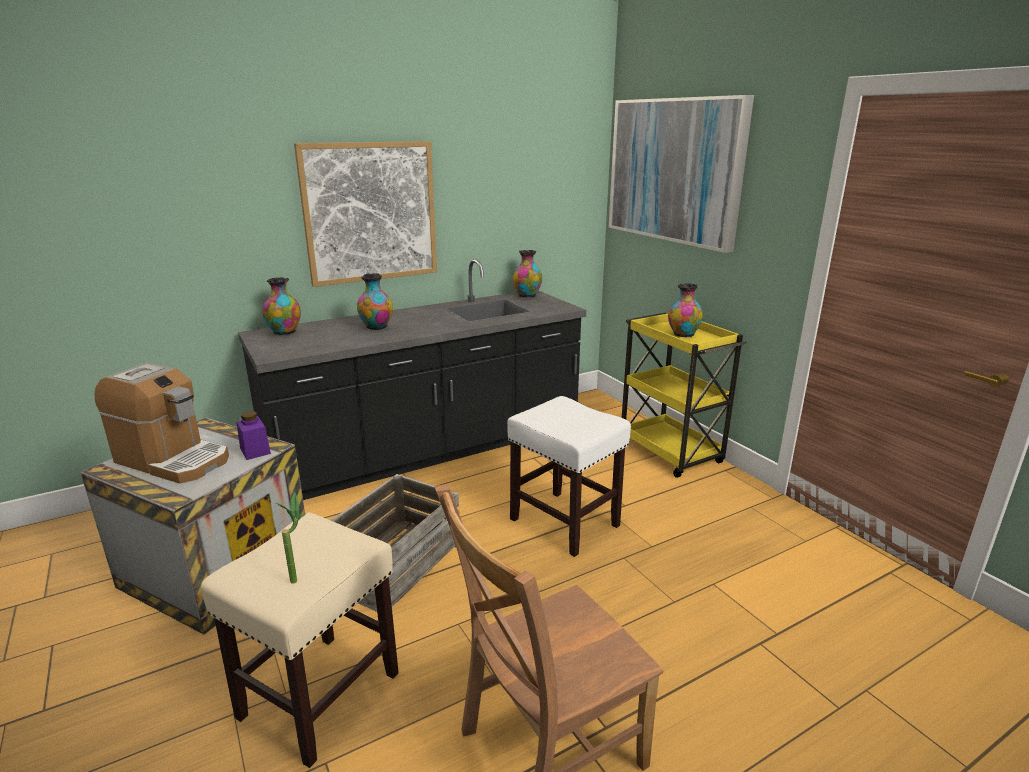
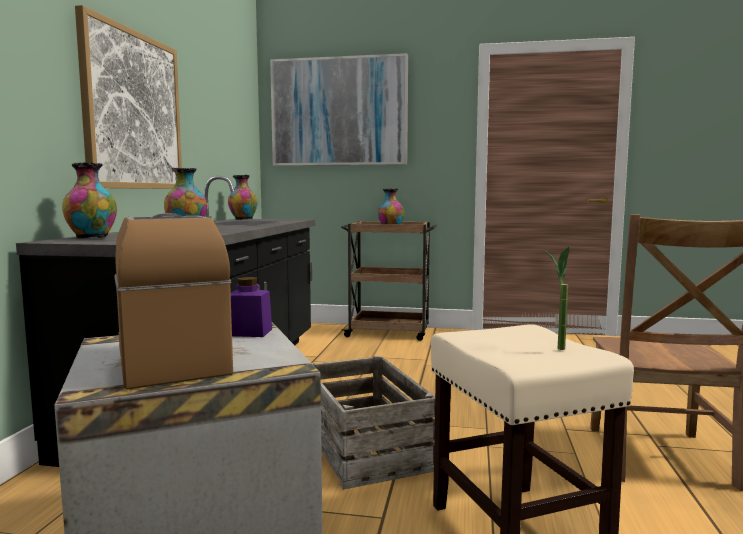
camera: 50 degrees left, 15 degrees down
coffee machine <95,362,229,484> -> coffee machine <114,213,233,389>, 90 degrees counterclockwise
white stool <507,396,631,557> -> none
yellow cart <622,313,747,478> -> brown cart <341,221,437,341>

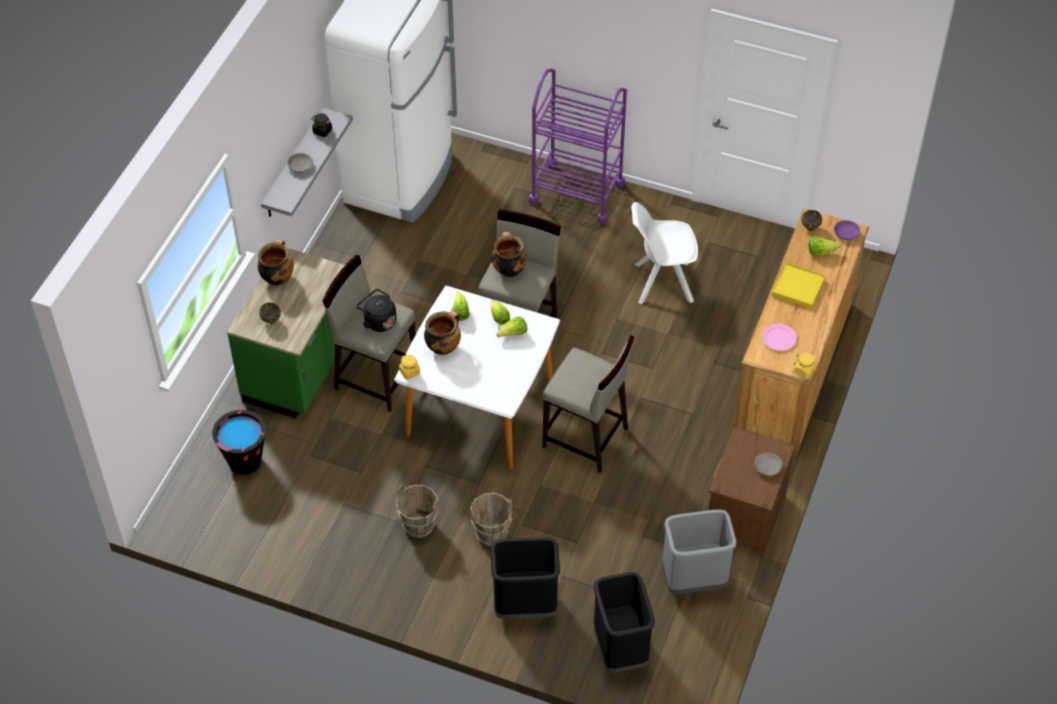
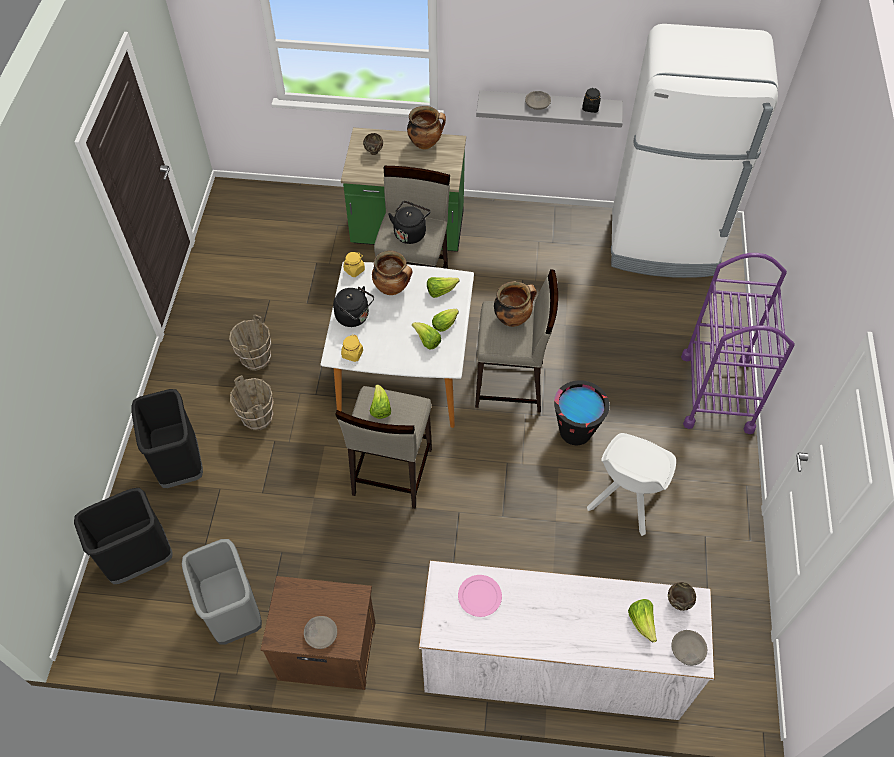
camera: 75 degrees right, 5 degrees up
black bucket <212,410,266,475> -> black bucket <554,380,610,445>, relocated
white chair <631,202,698,305> -> white chair <587,433,676,536>, 135 degrees counterclockwise
brown dresser <734,209,869,455> -> white dresser <419,560,715,720>
yellow tray <772,263,826,309> -> none
yellow jar <794,353,817,378> -> yellow jar <341,334,363,362>, relocated
purple bowl <834,220,860,240> -> grey bowl <672,630,707,666>
none -> black kettle <333,286,374,327>
none -> lettuce <370,384,391,419>

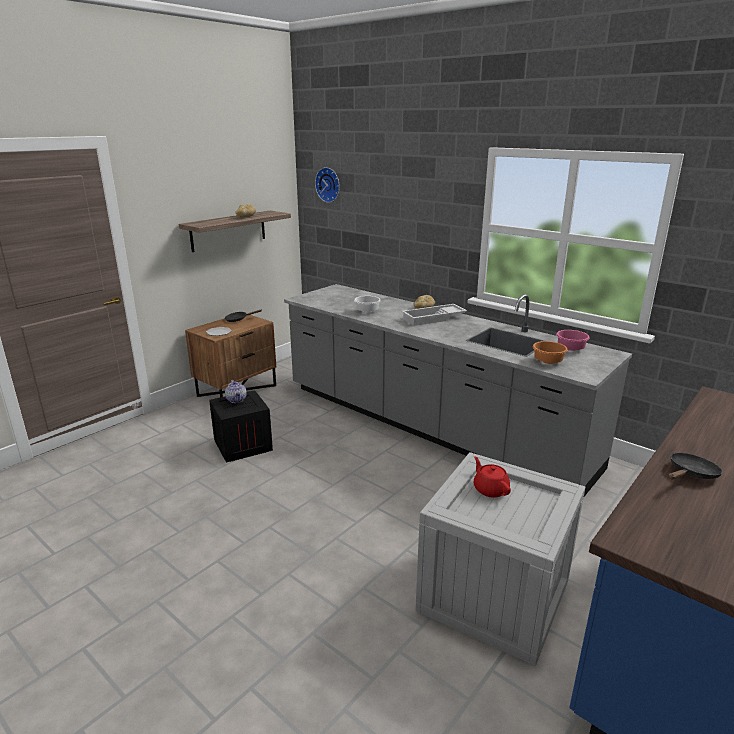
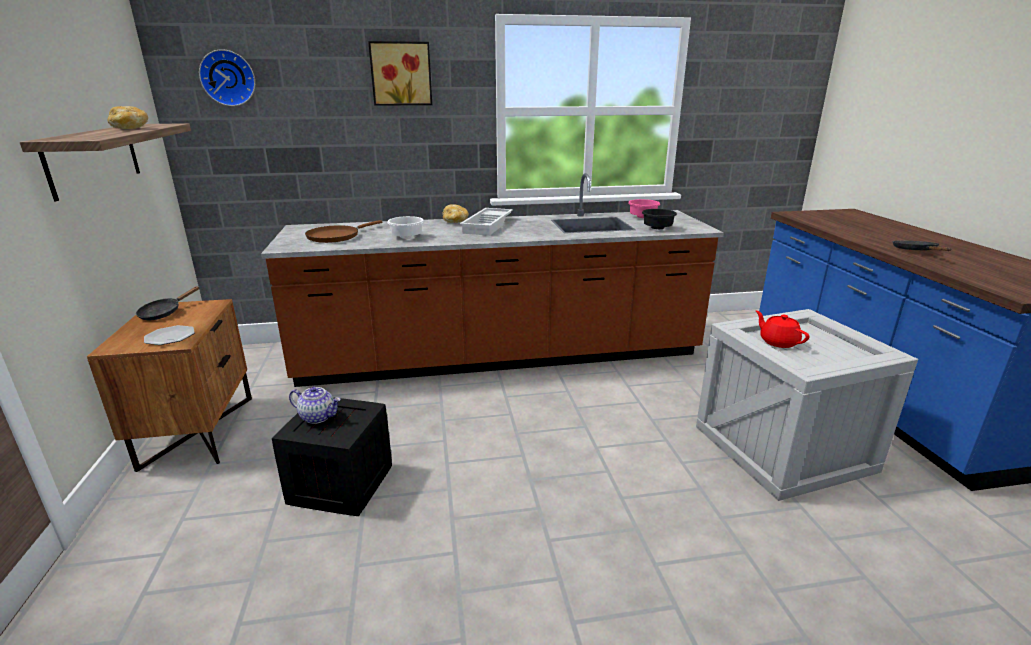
camera: 50 degrees left, 0 degrees up
grey counter <284,284,632,497> -> brown counter <261,173,724,387>
red teapot <474,457,511,498> -> red teapot <756,311,809,348>, 45 degrees clockwise
orange bowl <533,341,568,364> -> black bowl <642,209,677,229>
none -> brown frying pan <305,220,382,243>
none -> picture <368,41,432,106>

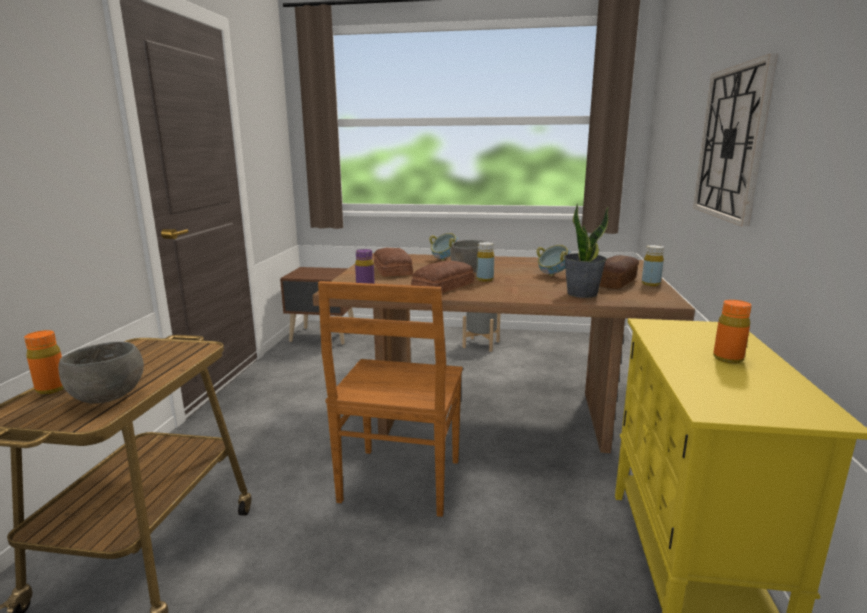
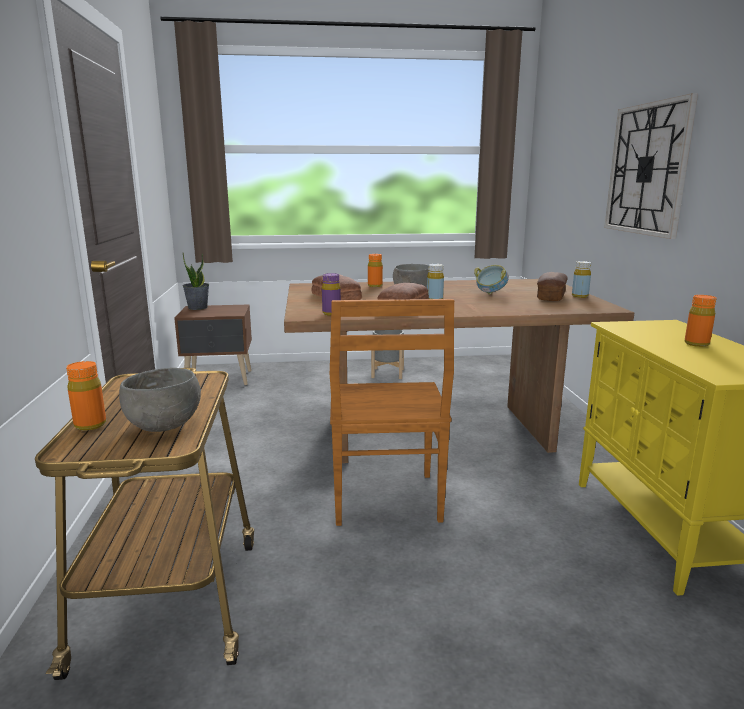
camera: 15 degrees left, 0 degrees up
bowl <429,233,459,261> -> orange bottle <368,254,383,287>
potted plant <564,204,609,298> -> potted plant <182,253,209,310>, relocated

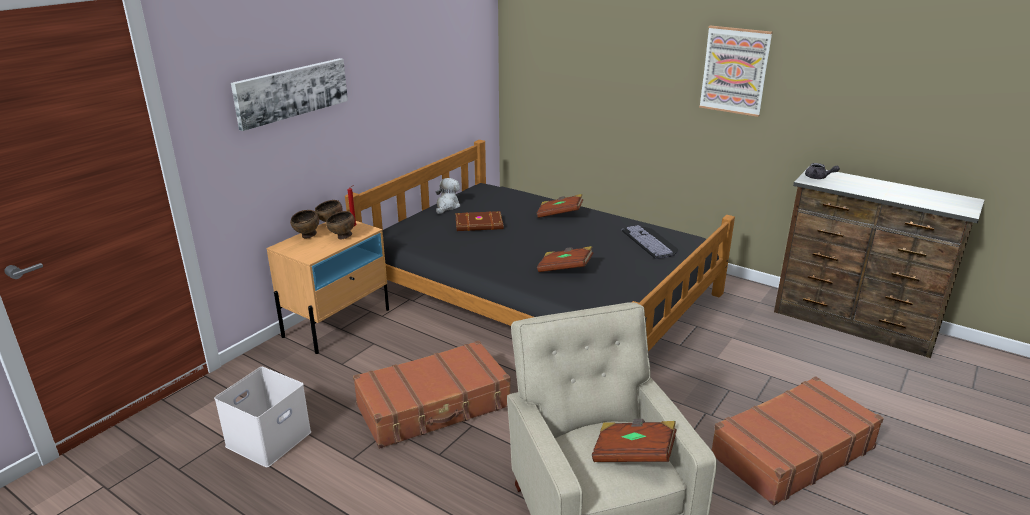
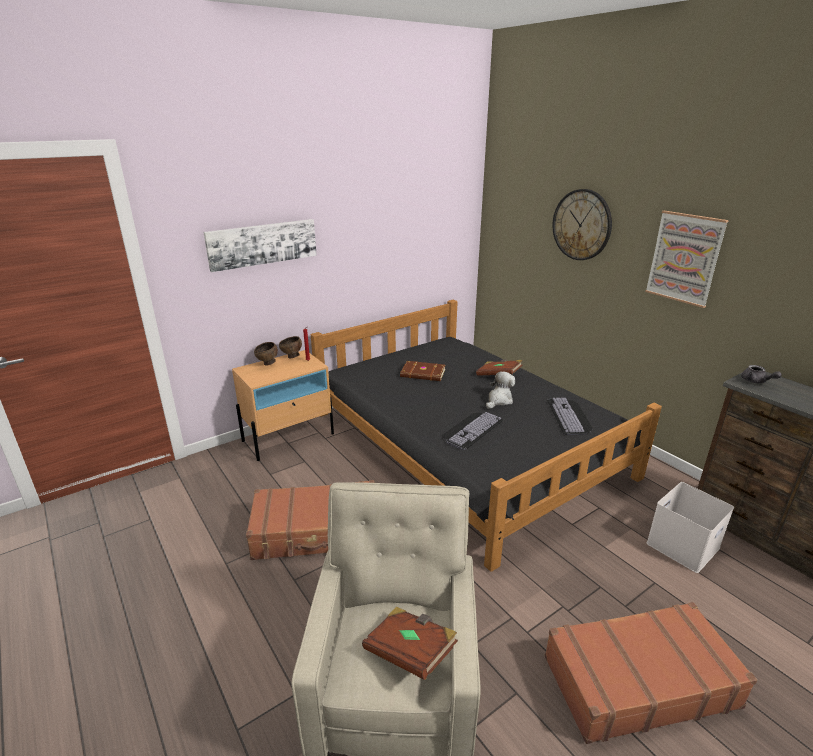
camera: 20 degrees right, 0 degrees up
white storage box <214,367,311,467> -> white storage box <646,482,734,573>, relocated
brown bowl <326,211,355,240> -> none
plush toy <436,178,460,214> -> plush toy <486,372,515,409>, relocated
brown book <537,246,594,272> -> keyboard <444,412,503,450>
none -> wall clock <552,189,612,260>

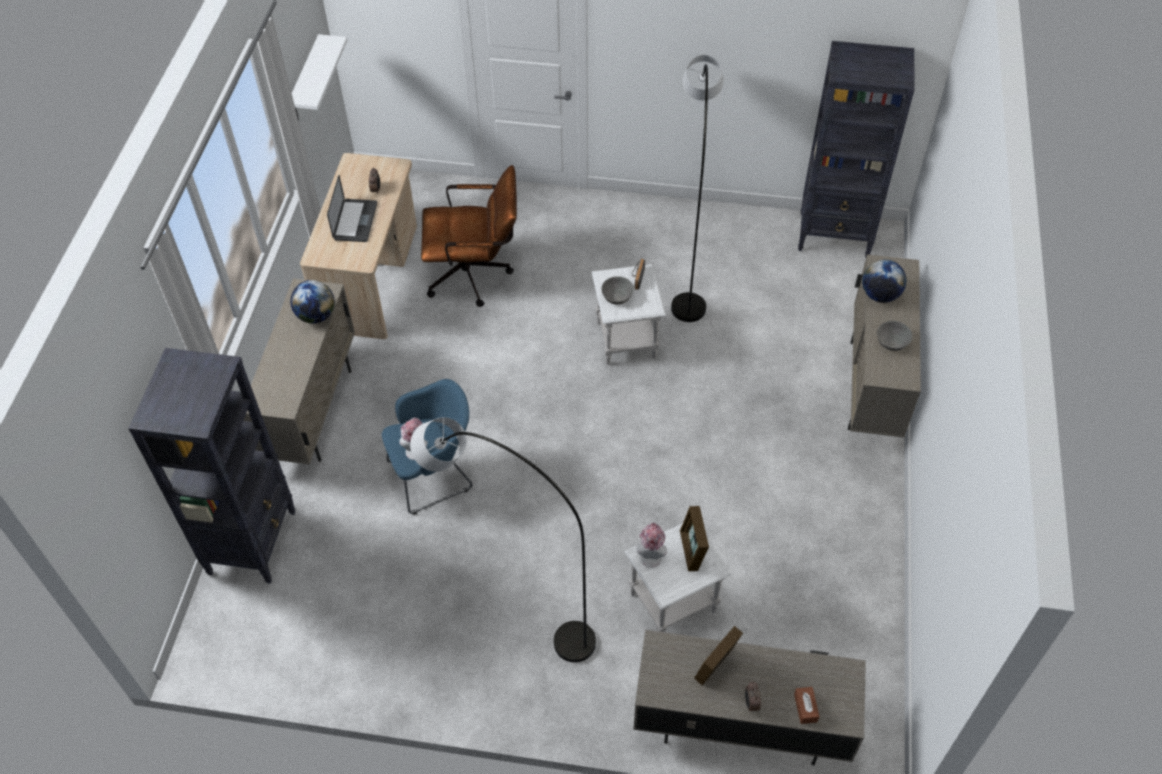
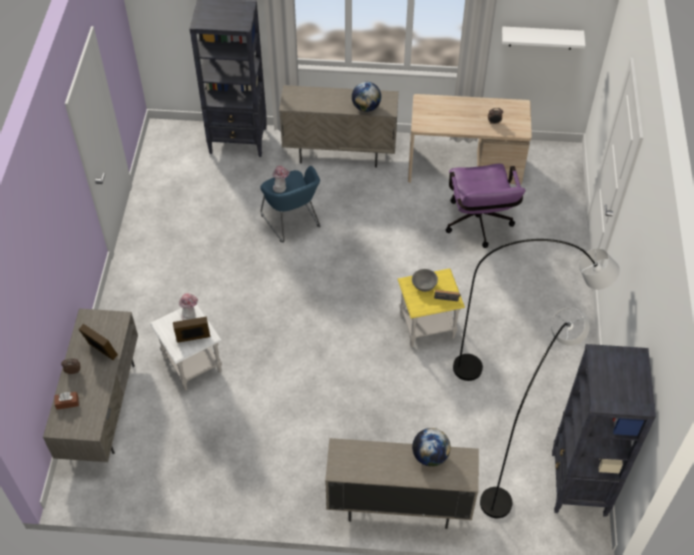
camera: 85 degrees right, 0 degrees up
laptop <327,175,377,242> -> none
grey floor lamp <410,417,596,662> -> grey floor lamp <480,308,590,518>, relocated
brown office chair <421,165,517,307> -> purple office chair <445,164,526,248>
white side table <592,264,666,365> -> yellow side table <398,268,465,347>
grey bowl <877,321,912,351> -> none

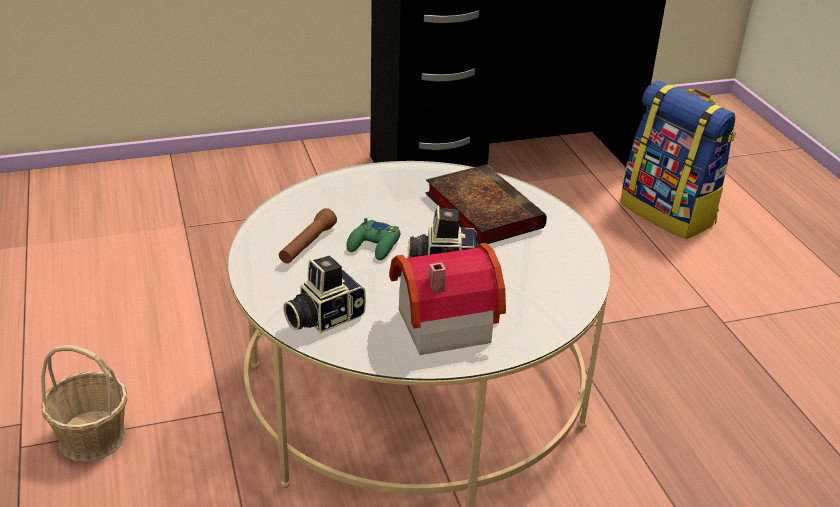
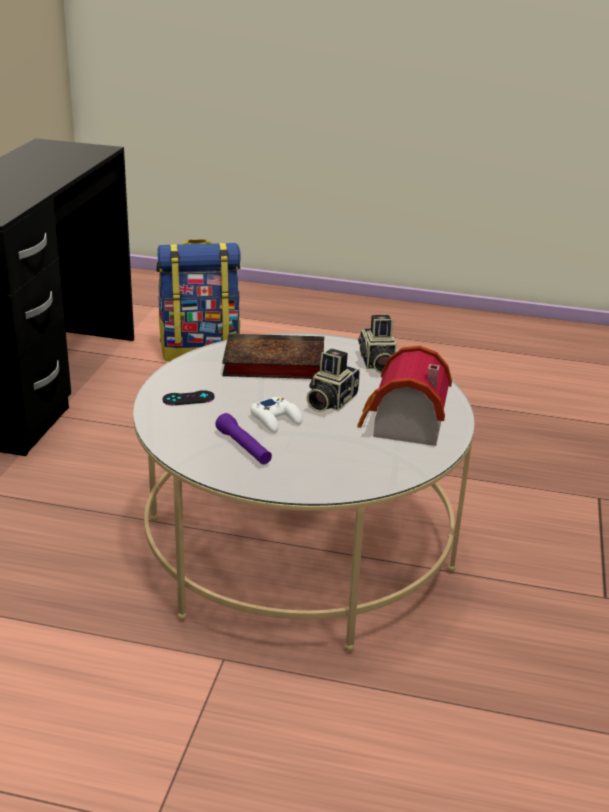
camera: 60 degrees left, 5 degrees down
basket <41,345,128,462> -> none
brown flashlight <279,208,337,264> -> purple flashlight <215,413,272,465>
photo camera <283,256,366,333> -> photo camera <358,315,397,373>, relocated
green game controller <346,218,400,260> -> white game controller <250,397,303,432>
none -> black game controller <163,390,214,405>

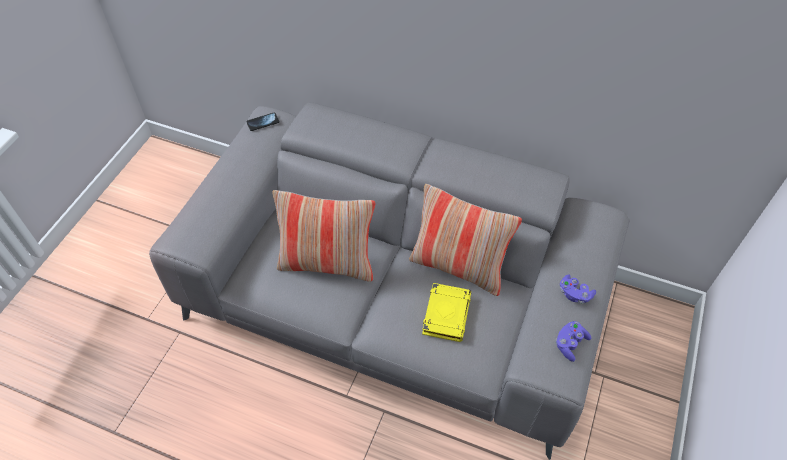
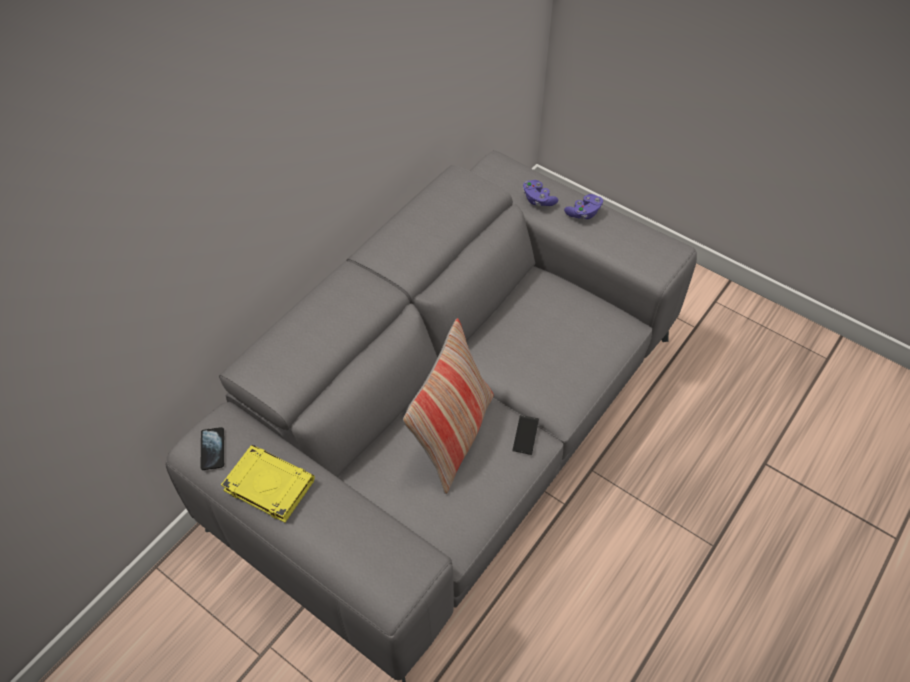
camera: 75 degrees left, 0 degrees up
pillow <409,184,522,296> -> none
yellow book <422,283,471,342> -> yellow book <221,445,315,523>, relocated
purple game controller <556,321,591,362> -> purple game controller <523,180,558,206>, relocated
none -> phone <512,415,539,455>

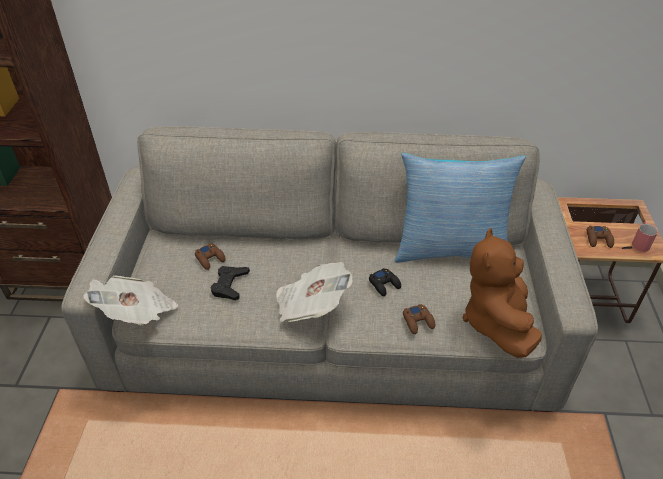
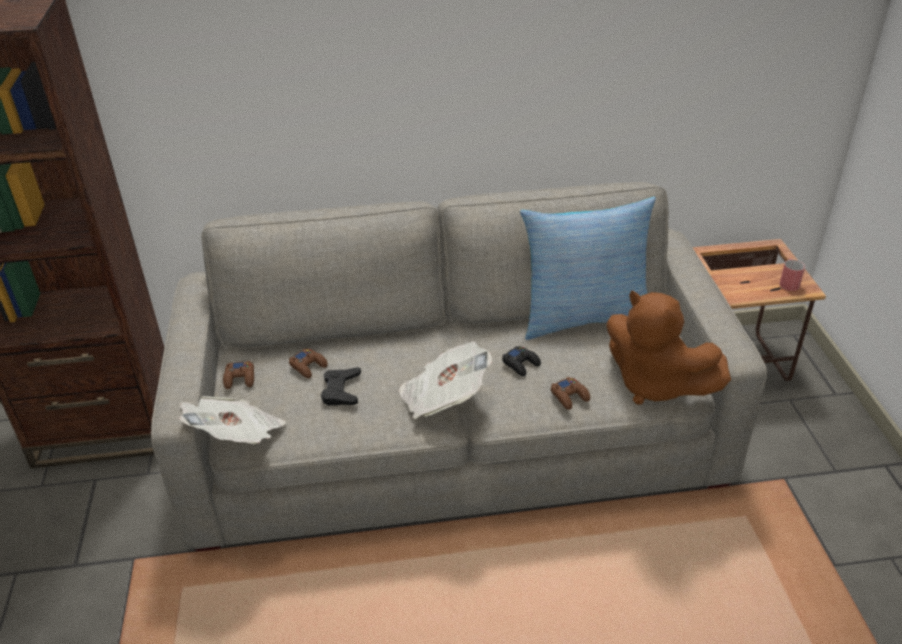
camera: 10 degrees left, 5 degrees down
brown plush toy <463,228,542,358> -> brown plush toy <606,291,731,404>, 45 degrees counterclockwise
brown game controller <587,226,614,248> -> brown game controller <223,361,254,389>, relocated

